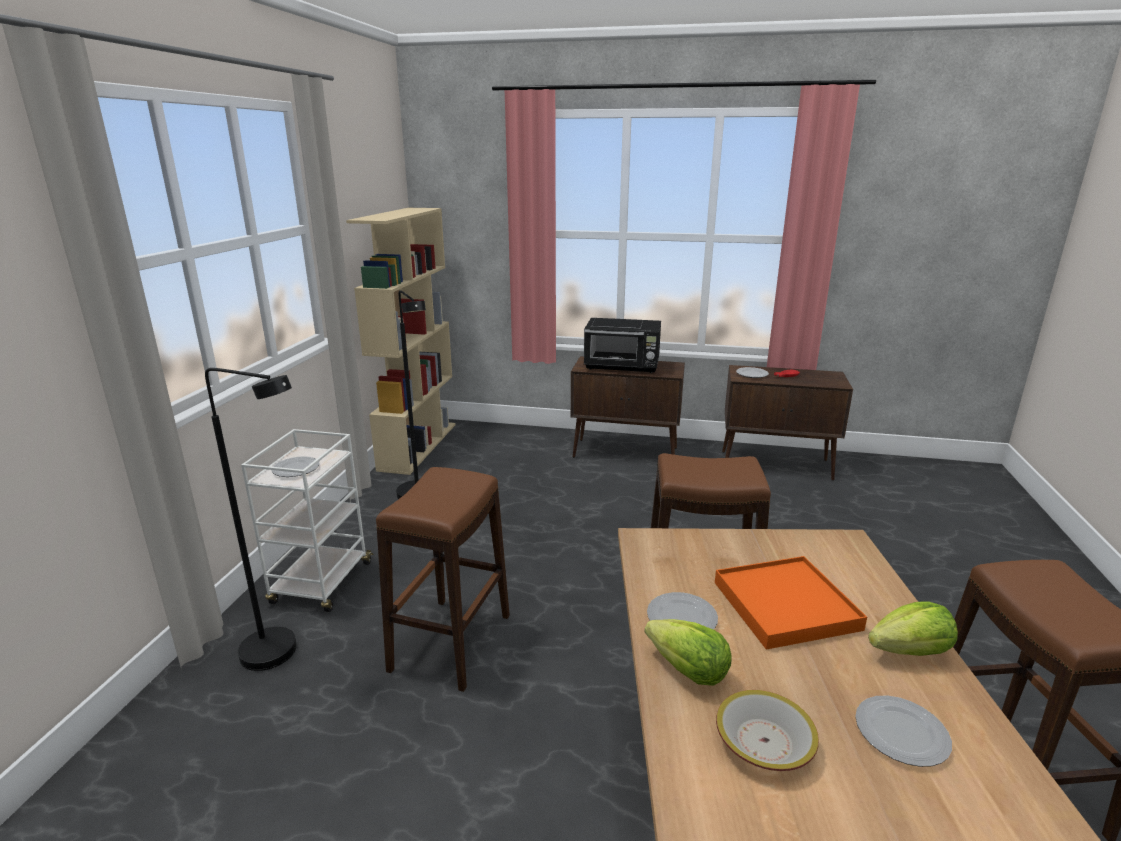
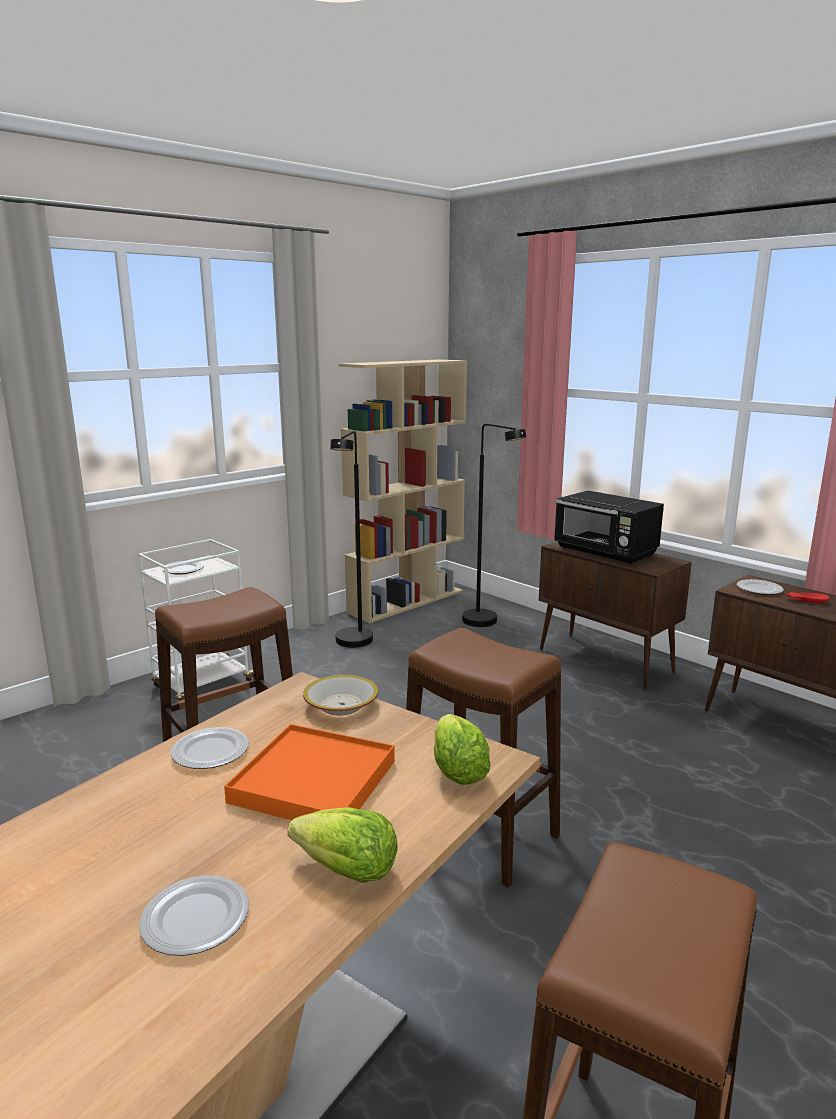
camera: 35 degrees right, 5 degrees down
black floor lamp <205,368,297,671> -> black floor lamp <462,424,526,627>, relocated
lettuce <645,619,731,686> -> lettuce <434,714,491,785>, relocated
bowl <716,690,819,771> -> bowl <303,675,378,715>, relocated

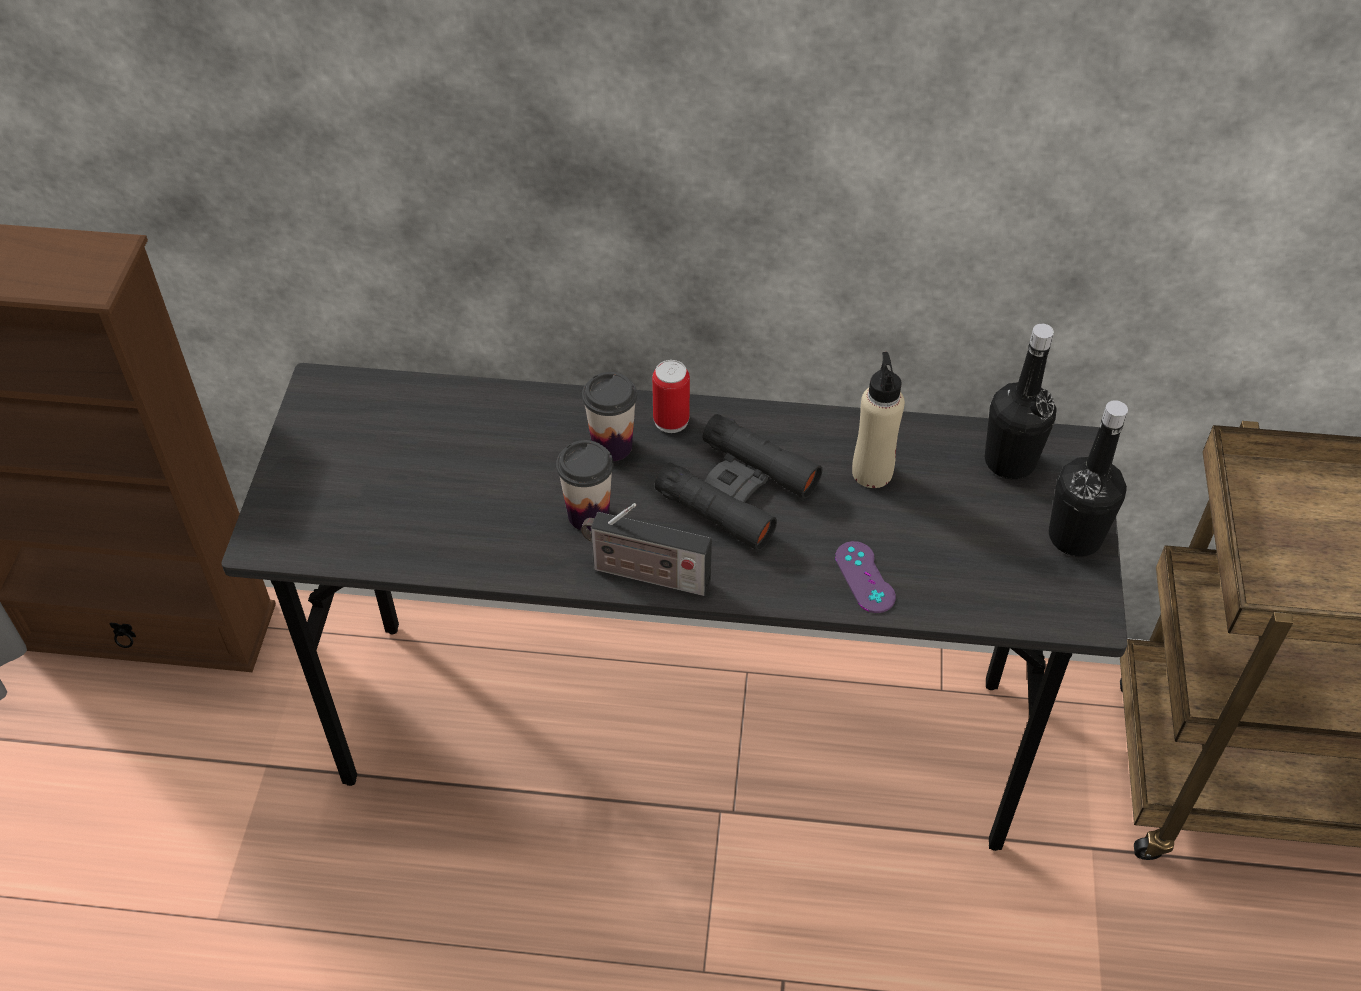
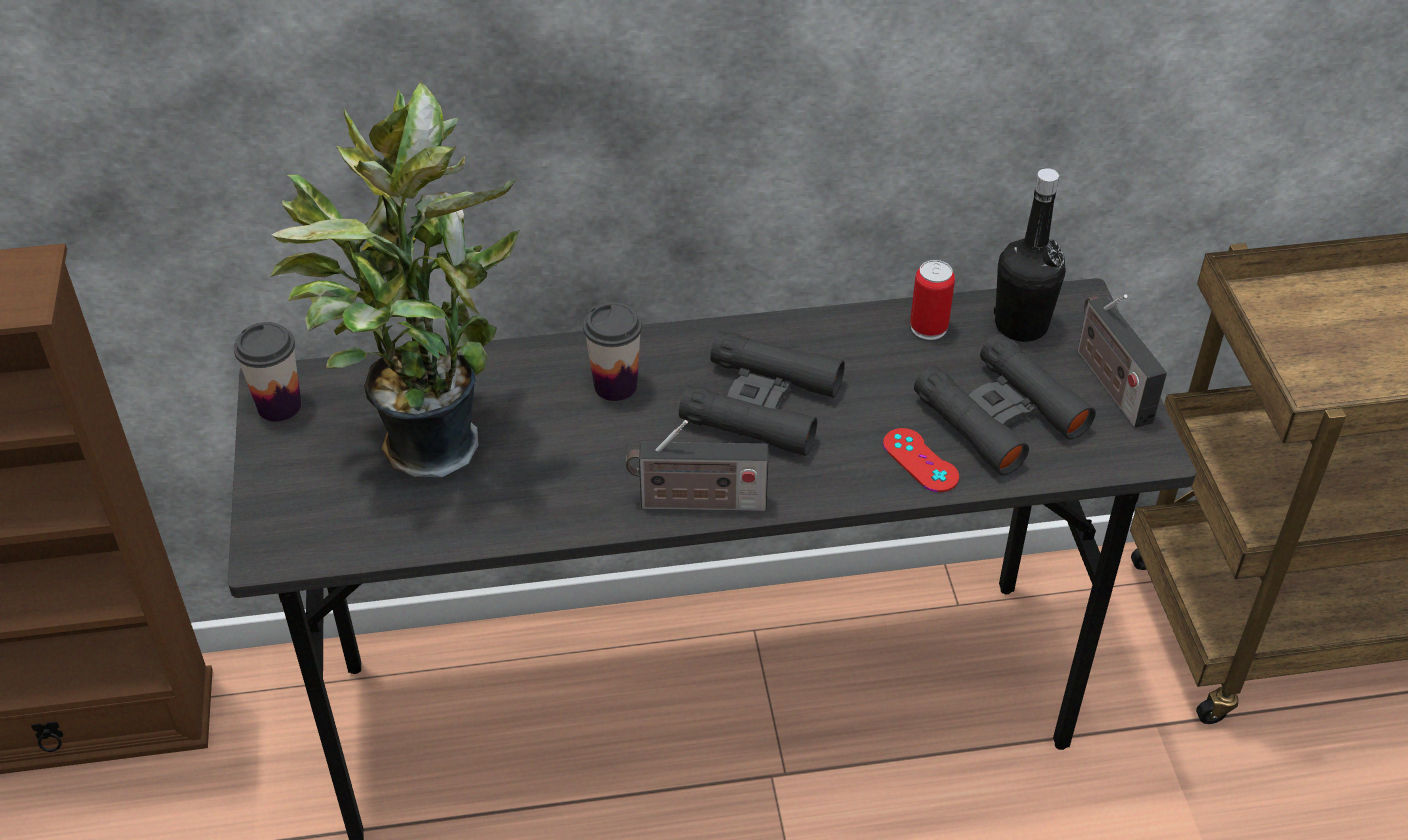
camera: 15 degrees left, 5 degrees down
cup <556,440,614,531> -> cup <234,322,301,422>, relocated
can <652,360,690,433> -> can <910,260,955,340>, relocated
purple game controller <835,541,896,613> -> red game controller <883,428,959,492>
beige bottle <852,352,905,488> -> none
black bottle <1049,400,1128,557> -> radio <1077,294,1167,428>
none -> potted plant <271,82,520,477>
none -> black binoculars <914,334,1096,475>

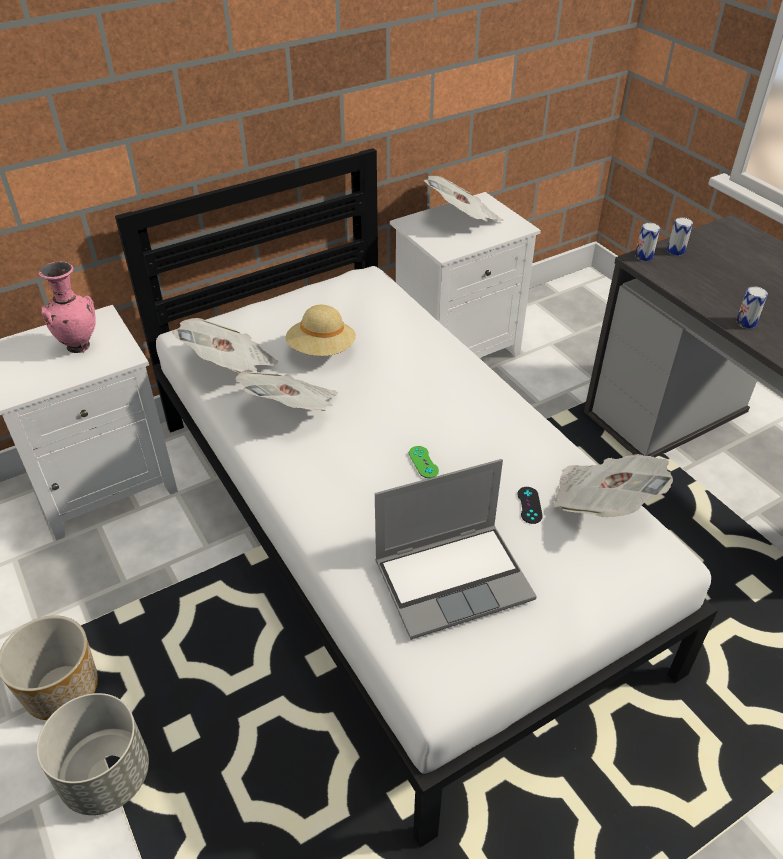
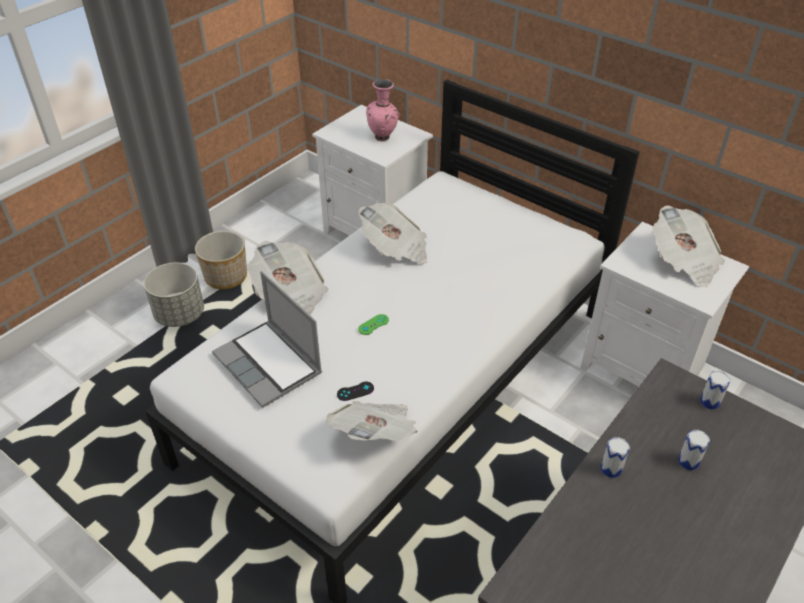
camera: 70 degrees right, 0 degrees up
newspaper <172,318,278,372> -> newspaper <247,241,328,315>, relocated
beige hat <286,305,356,356> -> none
can <635,223,660,261> -> can <678,430,710,470>, relocated

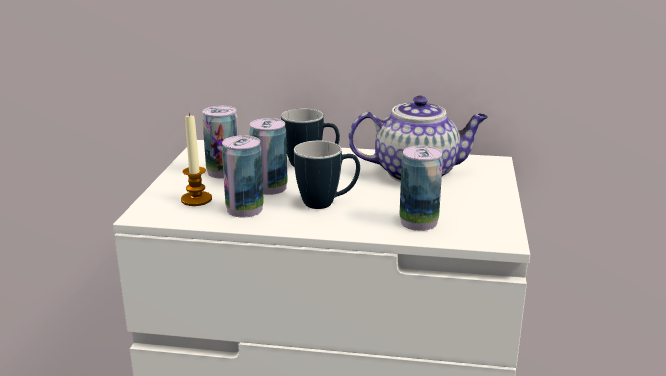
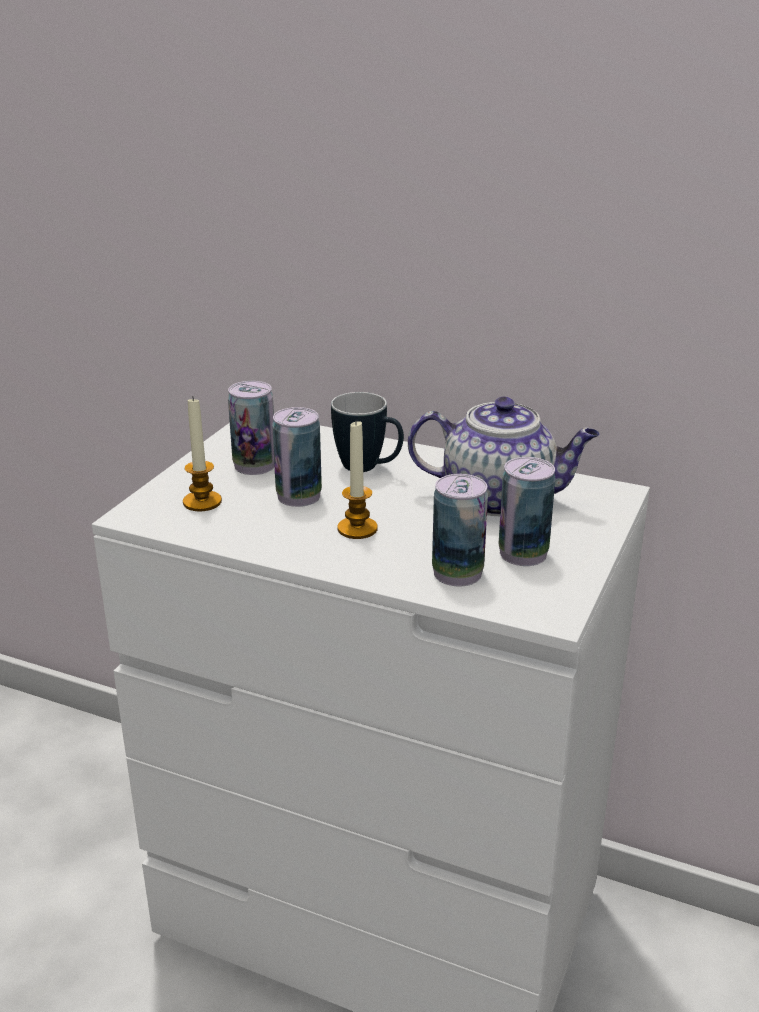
camera: 15 degrees right, 5 degrees up
can <222,135,264,218> -> can <499,457,555,566>, relocated
mug <294,141,360,209> -> candle <338,421,378,539>

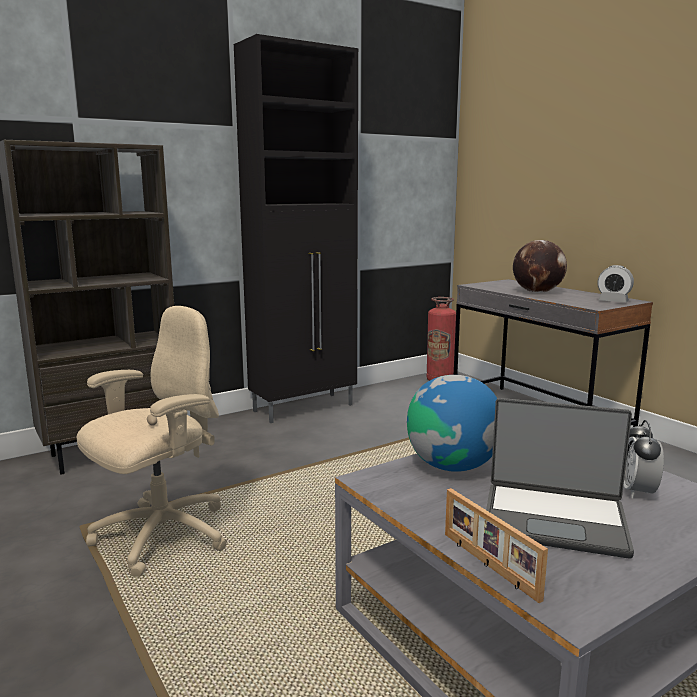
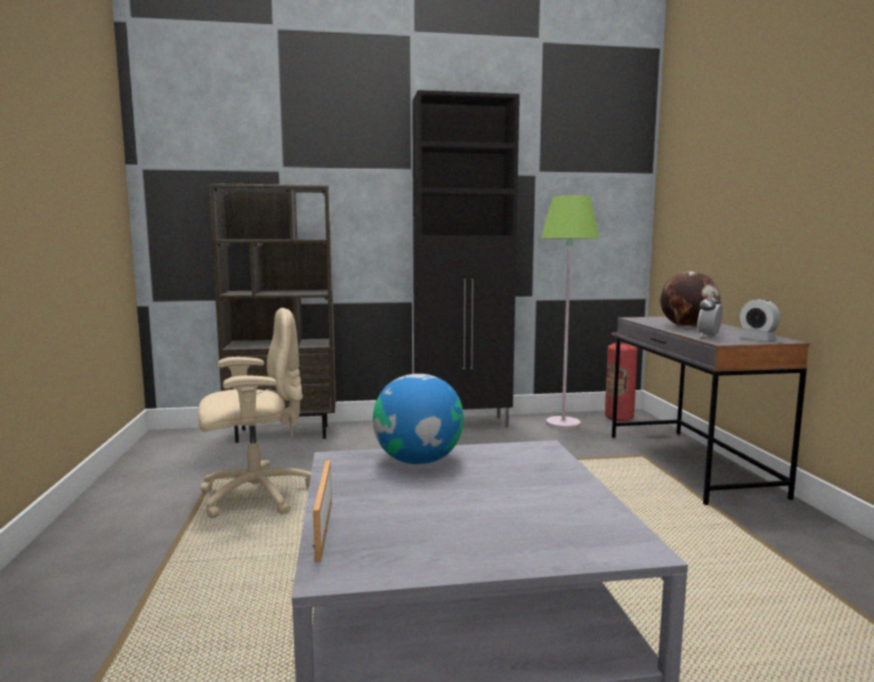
camera: 25 degrees right, 5 degrees down
laptop <486,398,634,559> -> none
alarm clock <623,420,664,498> -> alarm clock <697,292,723,338>, relocated
none -> green floor lamp <541,196,599,429>

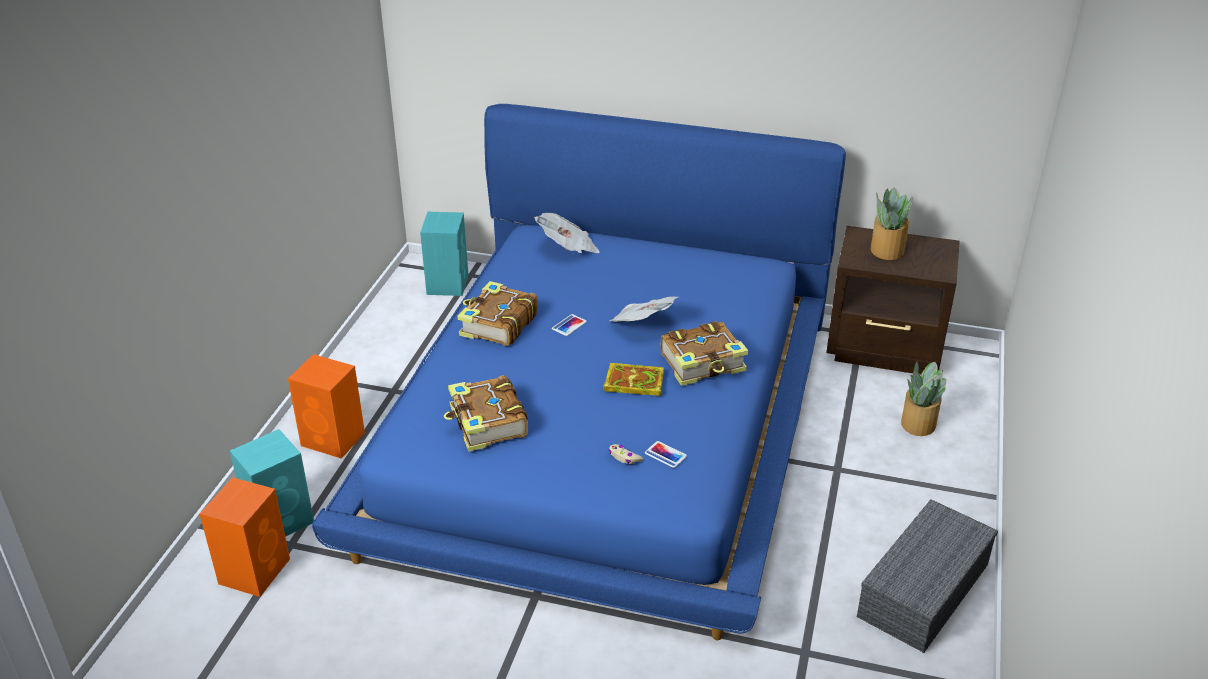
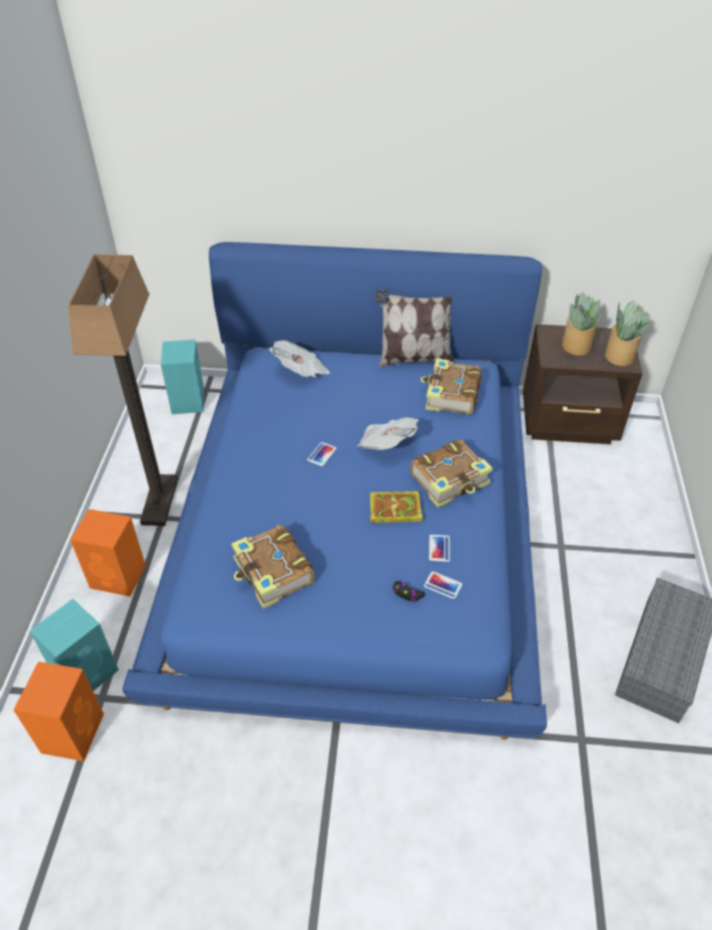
camera: 10 degrees left, 10 degrees up
book <457,281,538,346> -> book <421,358,482,415>, relocated
beige game controller <608,444,643,464> -> black game controller <392,581,425,602>
potted plant <901,362,946,436> -> potted plant <605,301,650,366>, relocated
none -> floor lamp <68,254,178,526>
none -> pillow <376,290,454,368>
none -> phone <429,535,450,562>

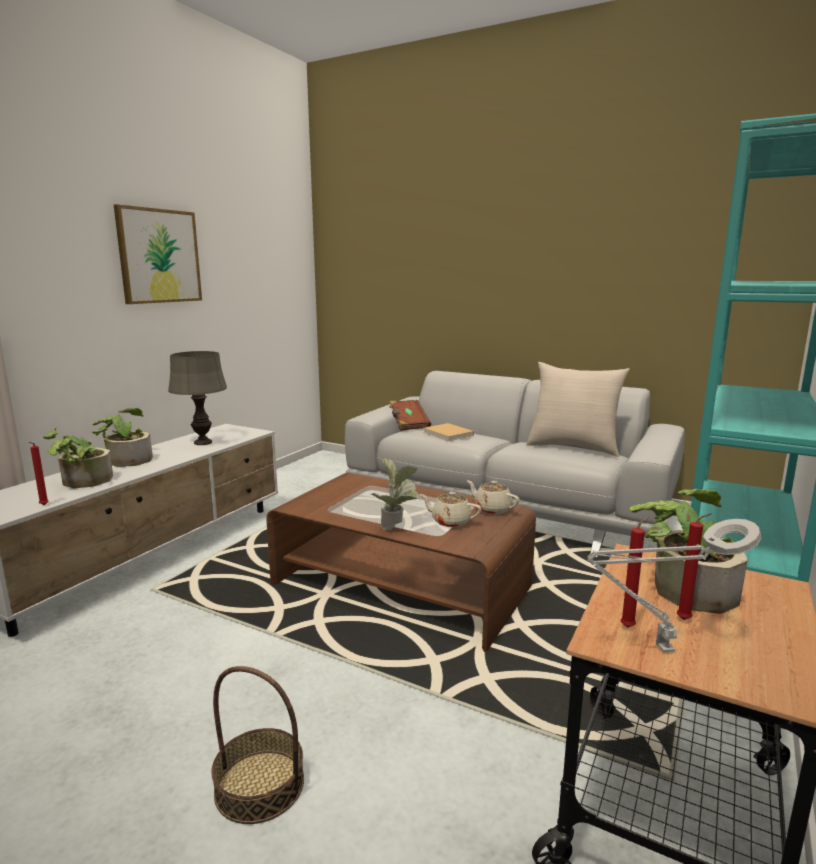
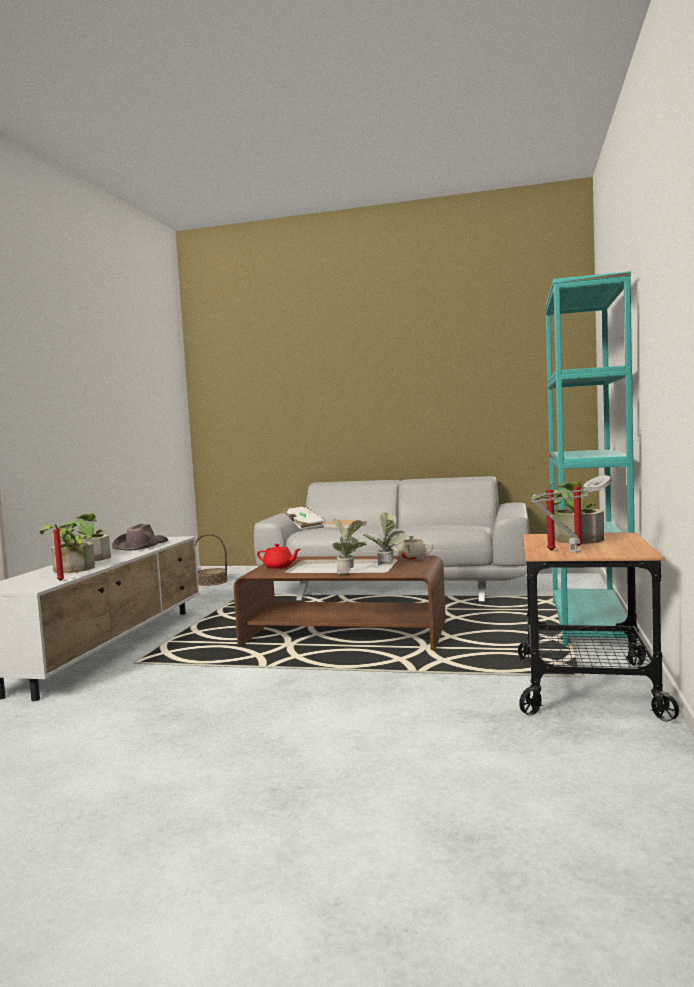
camera: 15 degrees left, 10 degrees down
picture <114,204,202,304> -> none
grey table lamp <168,351,227,445> -> brown hat <112,523,169,550>
basket <212,666,304,824> -> basket <195,534,228,586>, relocated
brown book <389,400,431,430> -> white book <283,506,325,529>
beige teapot <419,492,482,527> -> potted plant <362,512,406,565>
beige pillow <526,362,630,457> -> none
none -> red teapot <257,544,300,569>

